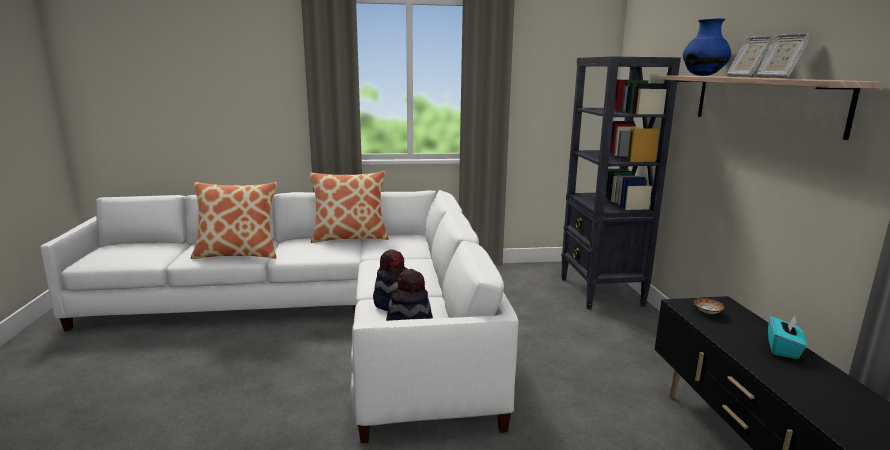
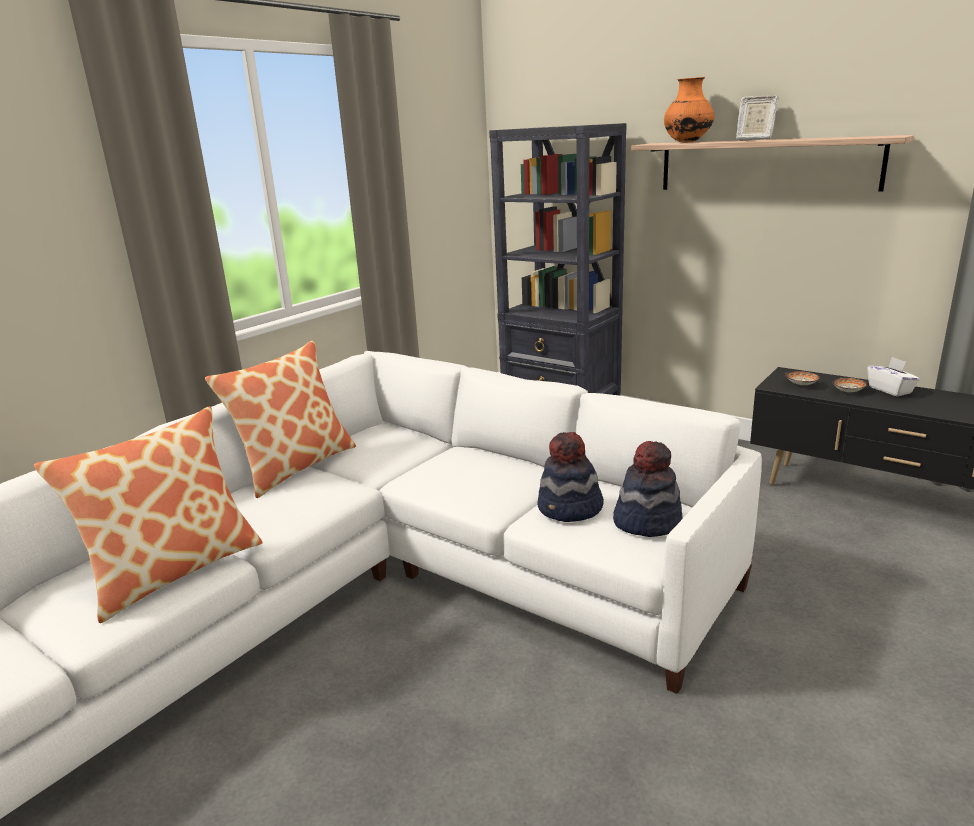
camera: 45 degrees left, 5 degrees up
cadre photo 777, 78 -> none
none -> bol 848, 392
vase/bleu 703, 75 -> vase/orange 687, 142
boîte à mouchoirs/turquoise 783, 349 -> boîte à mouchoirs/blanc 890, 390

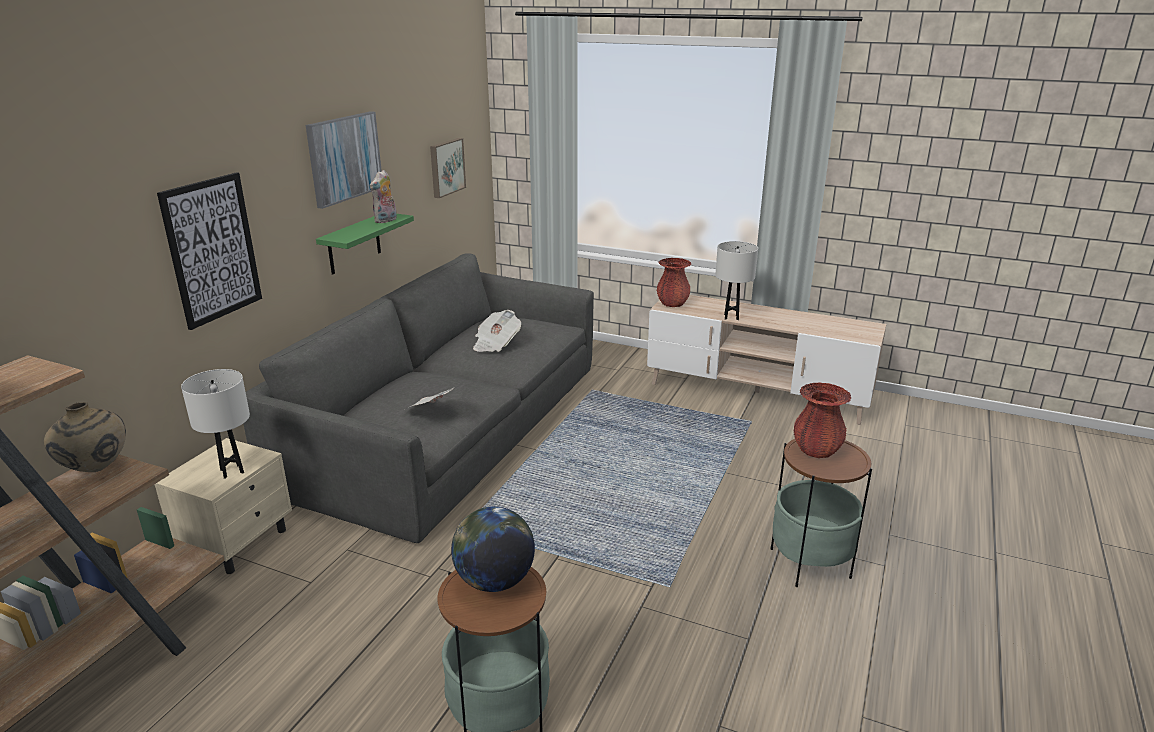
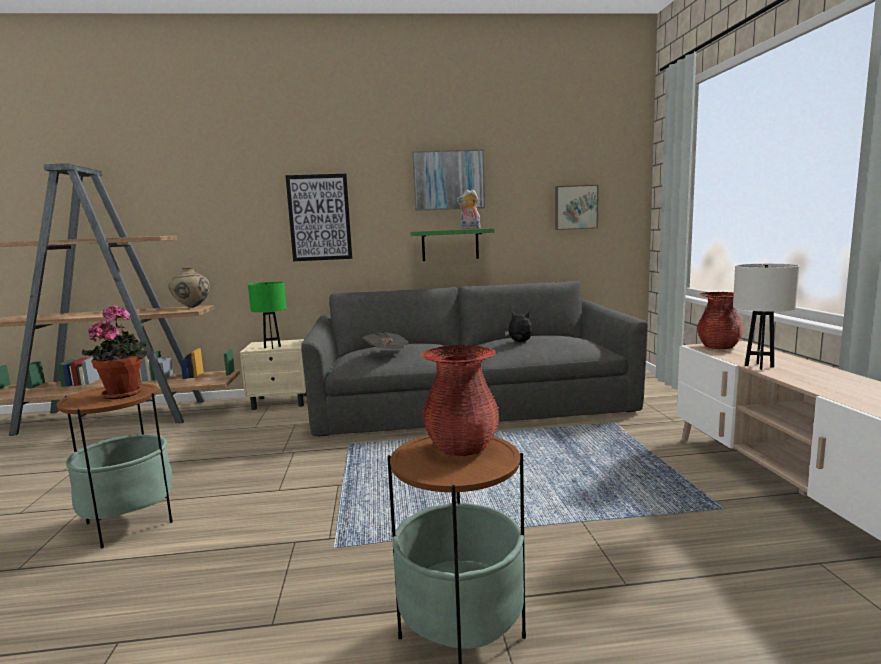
camera: 60 degrees right, 15 degrees down
globe 495, 581 -> plante en pot 124, 393
journal 496, 344 -> peluche 519, 342
lampe de table/blanc 231, 471 -> lampe de table/vert 272, 347

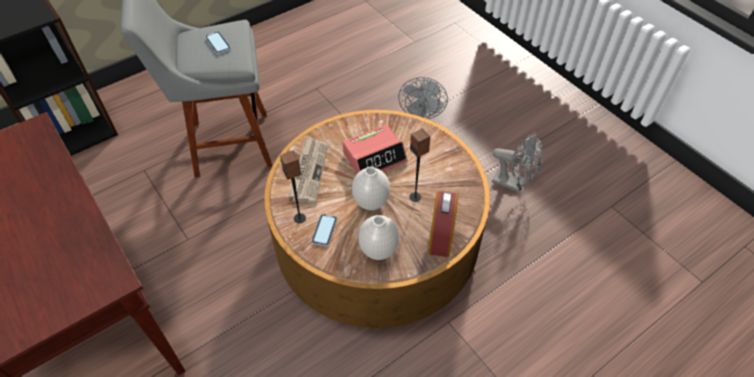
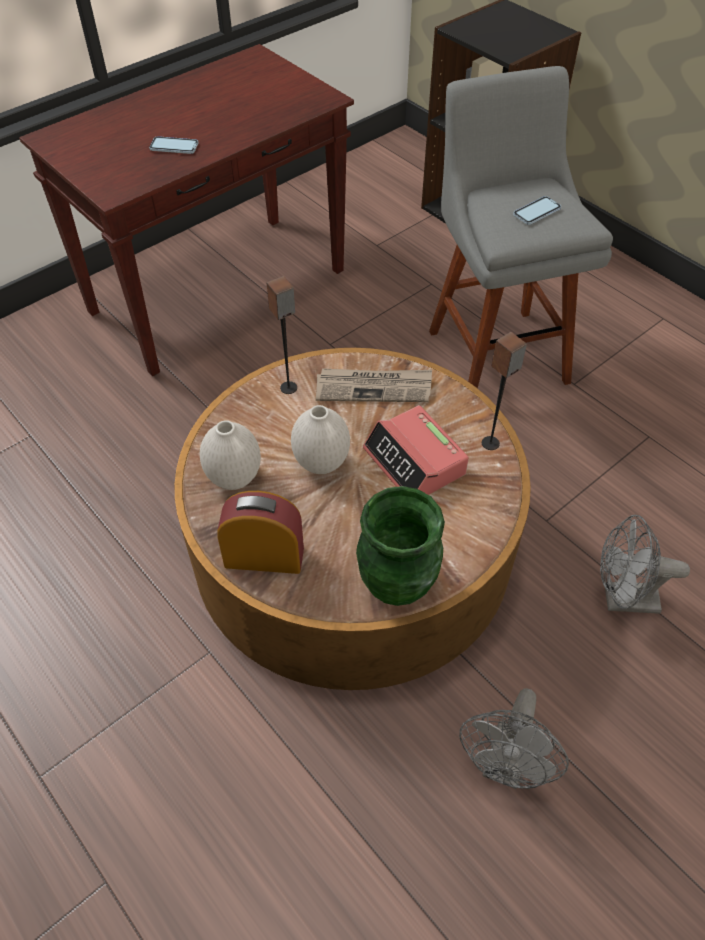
camera: 85 degrees right, 0 degrees up
none -> vase/vert 398, 584
téléphone 324, 230 -> téléphone 174, 147, moved
enceinte 415, 197 -> enceinte 490, 443, moved

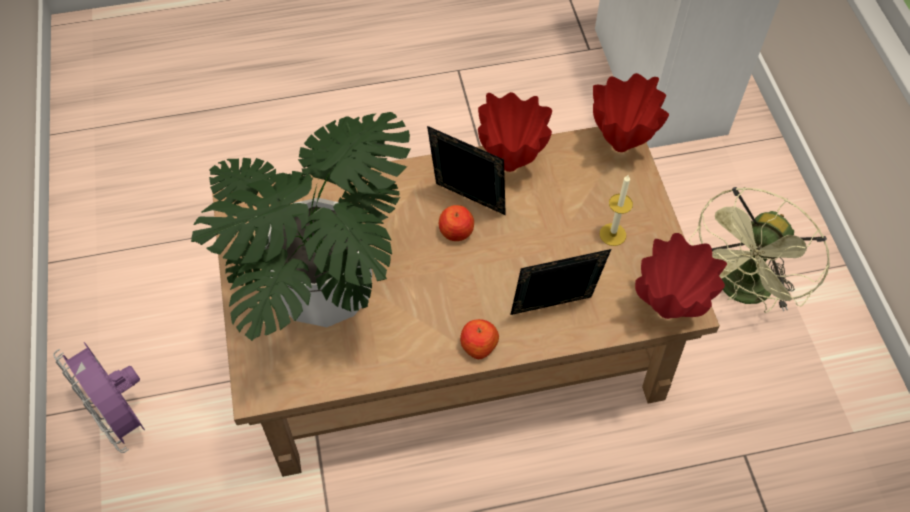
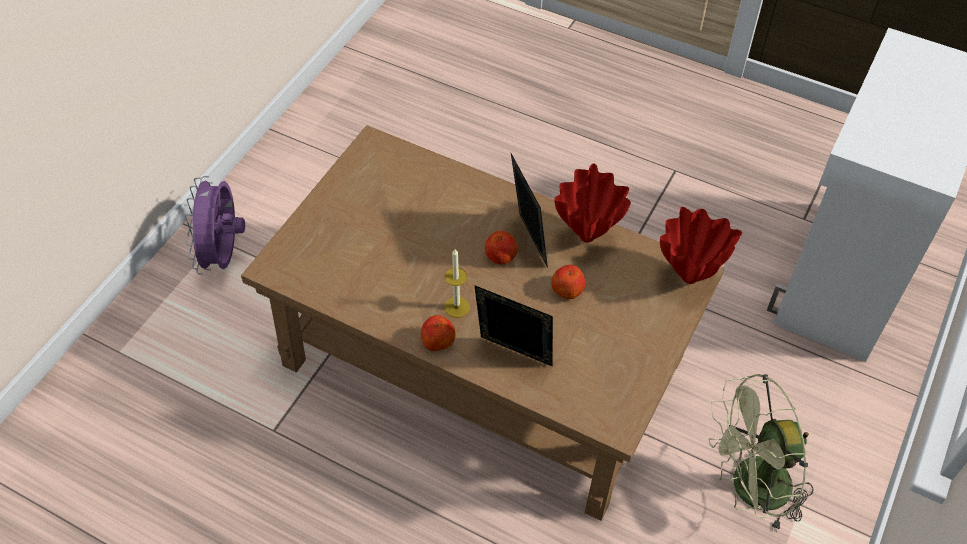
camera: 40 degrees right, 5 degrees down
plante en pot 323, 289 -> none
vase/rouge 668, 310 -> none
none -> pomme 567, 290
bougie 612, 234 -> bougie 457, 307, moved

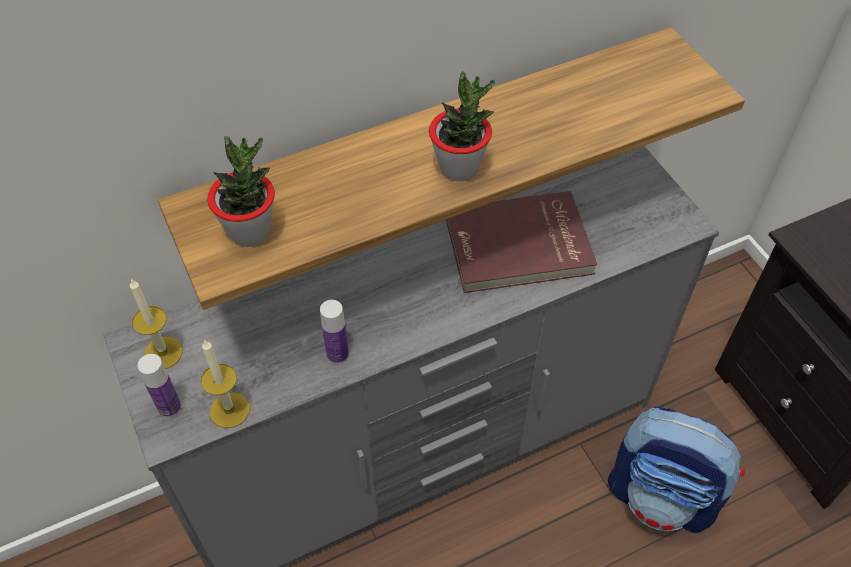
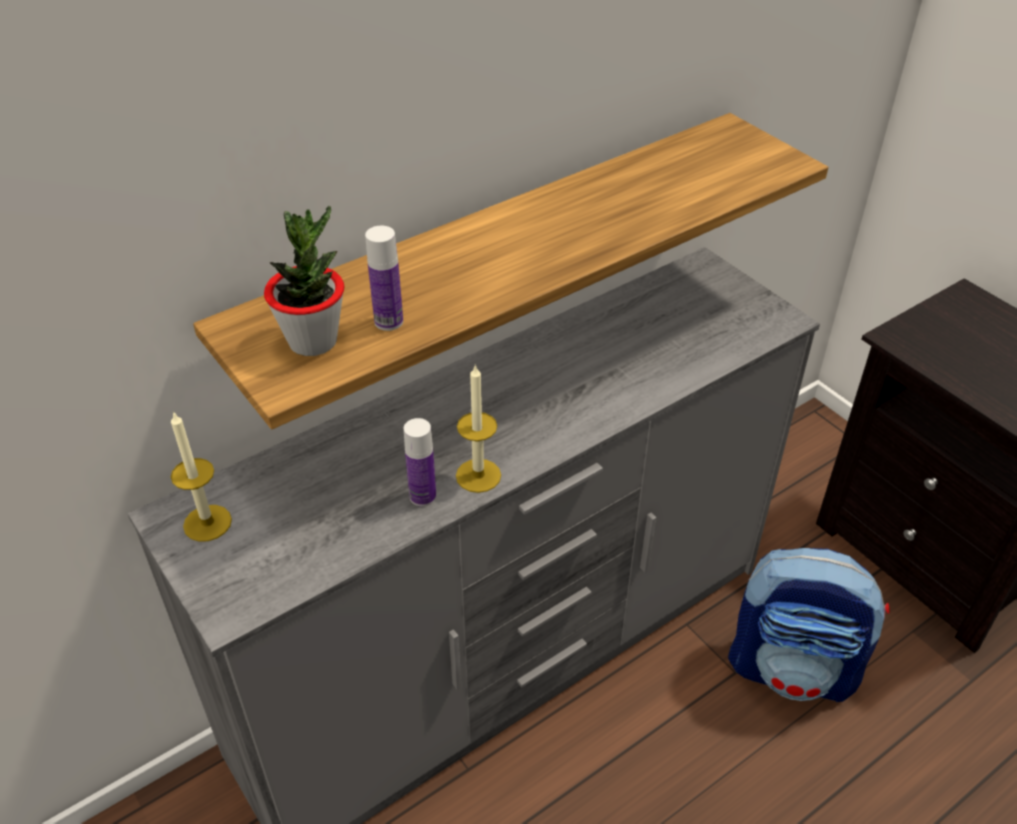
camera: 10 degrees left, 10 degrees down
plante en pot 459, 168 -> none
livre/rouge 518, 247 -> none
bouteille 169, 407 -> bouteille 388, 321, moved
bougie 229, 410 -> bougie 478, 475, moved

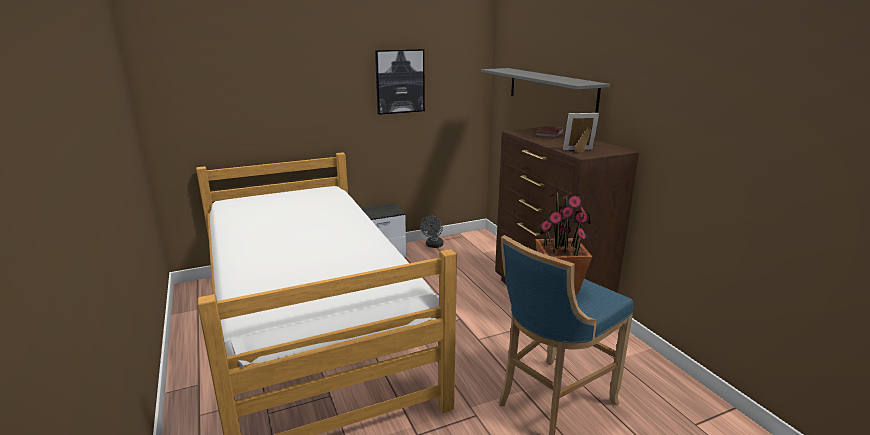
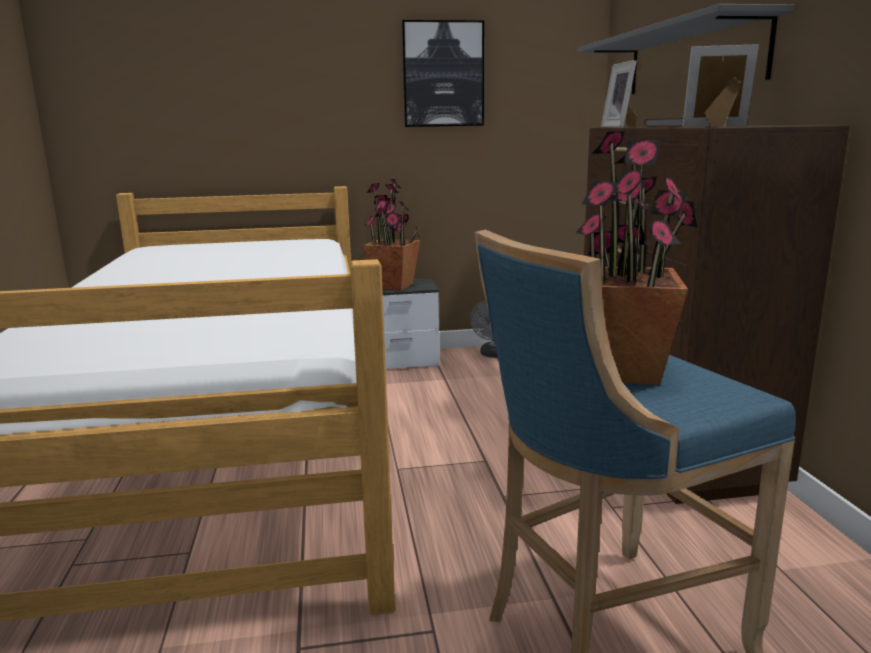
camera: 15 degrees right, 5 degrees down
none -> plante en pot 393, 286
none -> cadre photo 620, 127

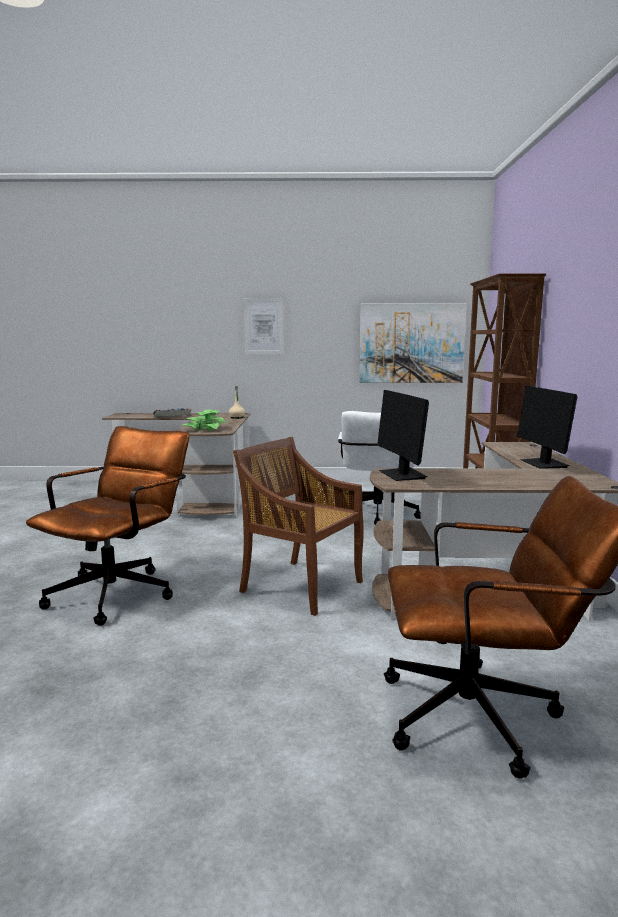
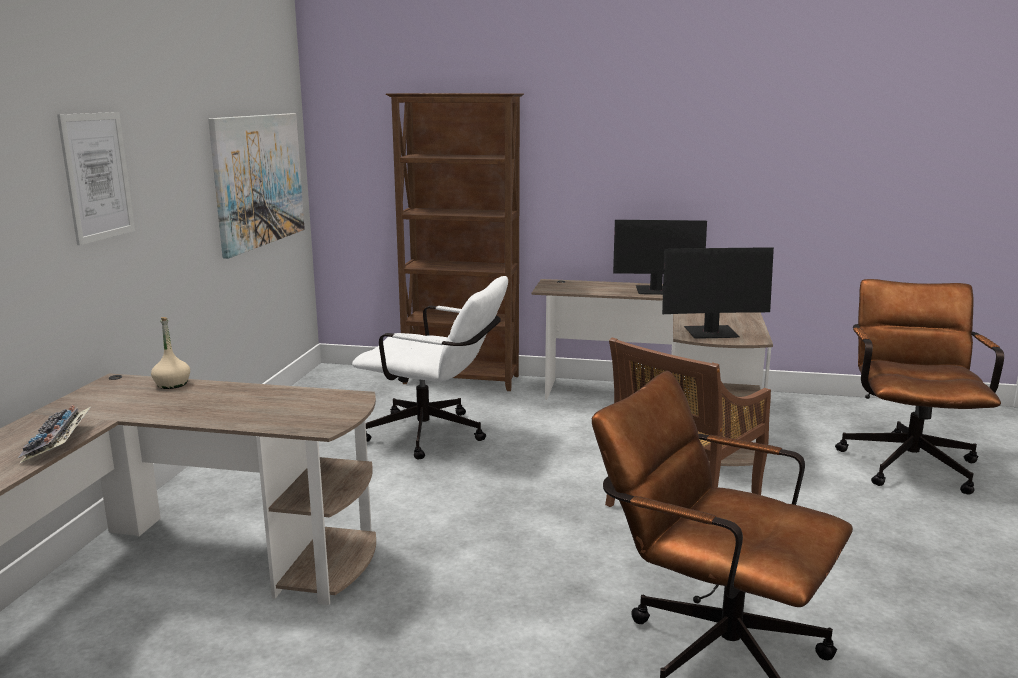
camera: 80 degrees left, 5 degrees up
plante en pot 205, 429 -> none

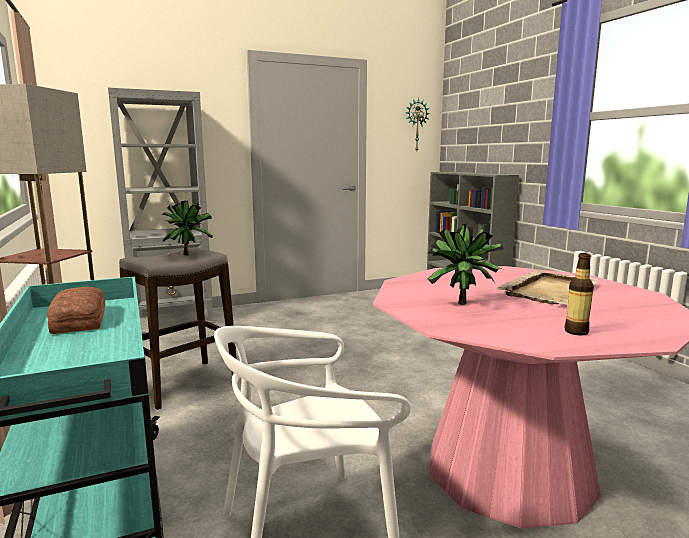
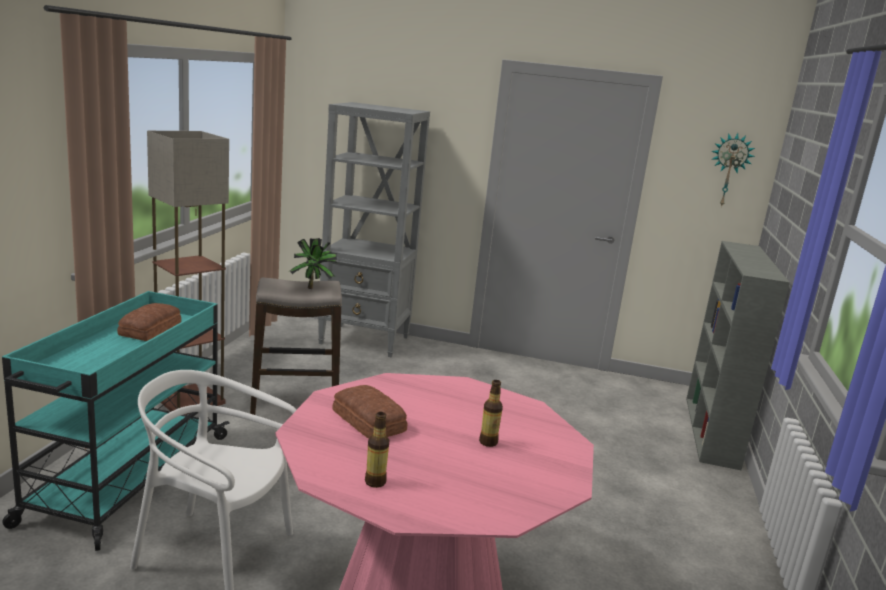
camera: 35 degrees right, 5 degrees up
plante en pot 462, 305 -> pain 368, 422
plateau/beige 549, 290 -> bouteille 488, 442

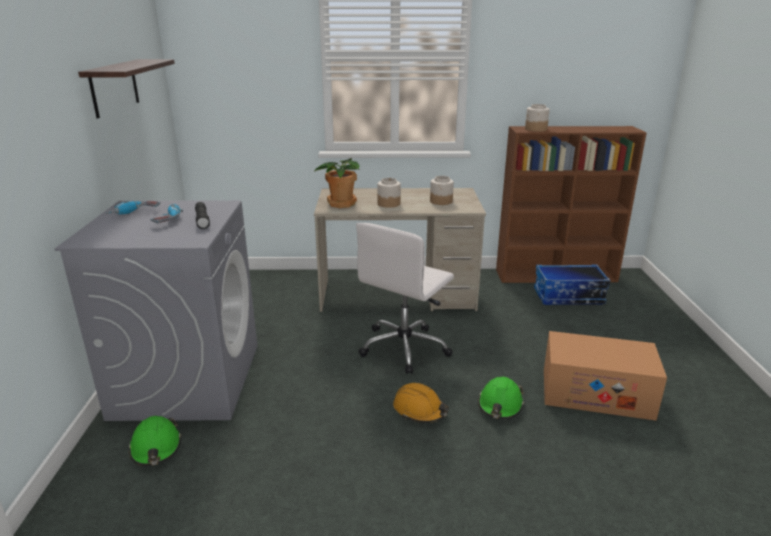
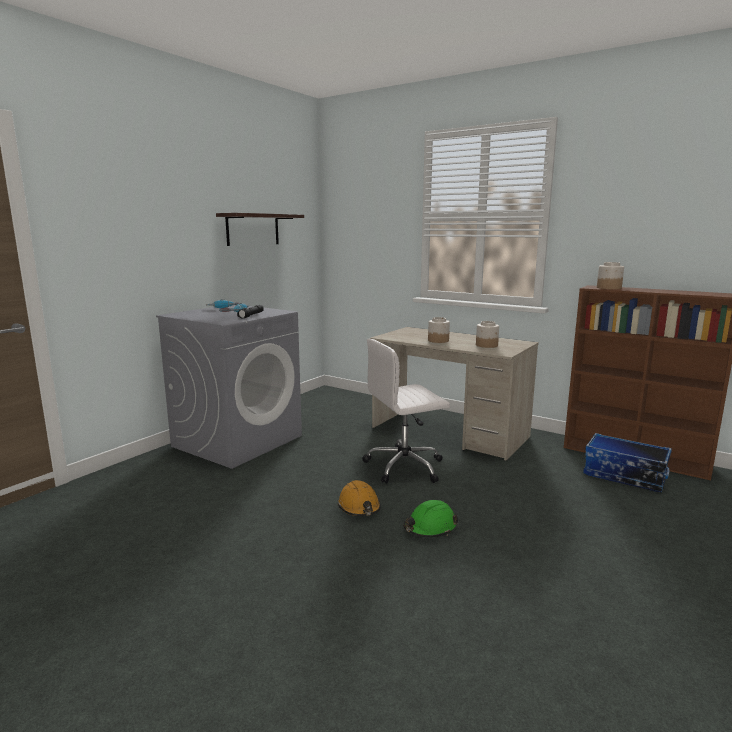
camera: 35 degrees right, 10 degrees down
casque de chantier/vert 156, 448 -> none
plante en pot 341, 203 -> none
carton 596, 393 -> none

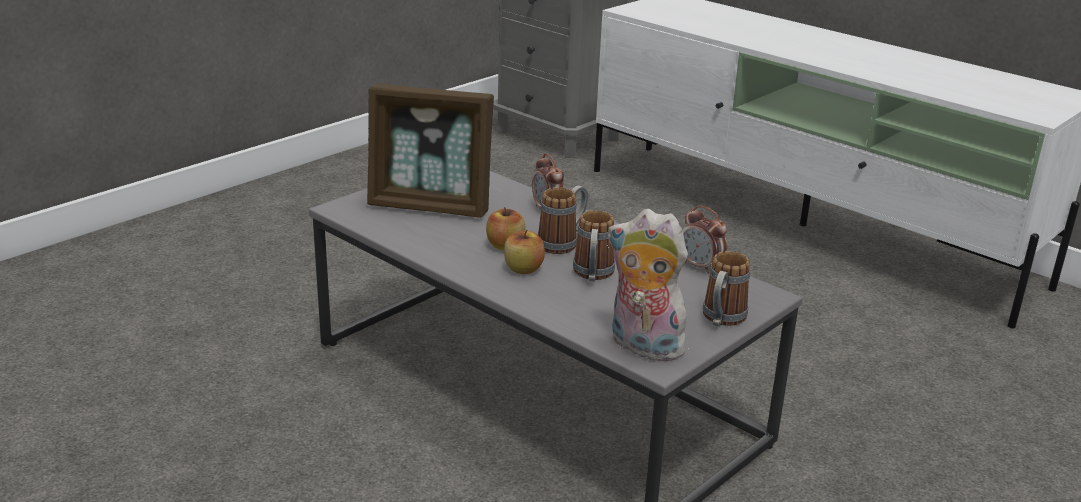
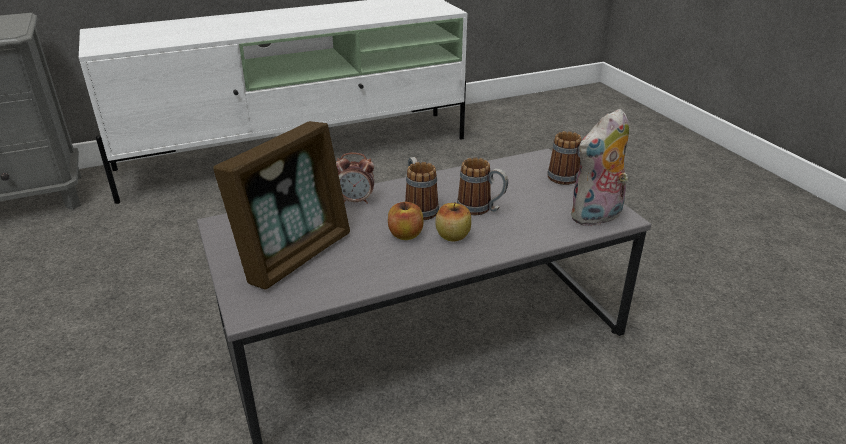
camera: 65 degrees left, 5 degrees up
réveil 700, 266 -> none

